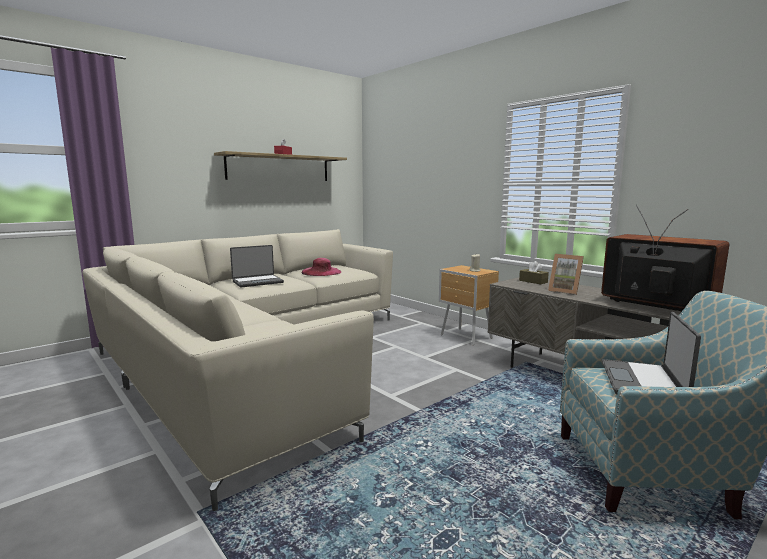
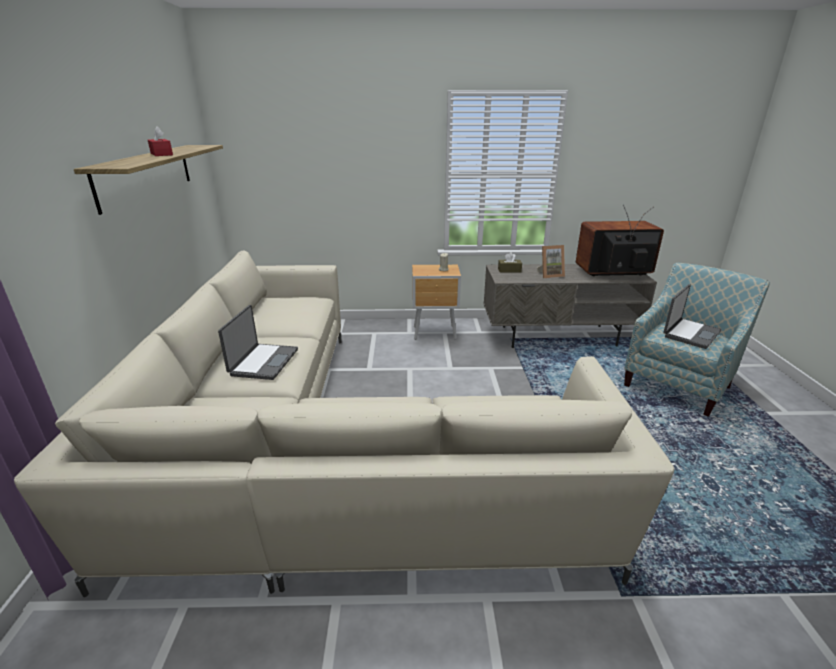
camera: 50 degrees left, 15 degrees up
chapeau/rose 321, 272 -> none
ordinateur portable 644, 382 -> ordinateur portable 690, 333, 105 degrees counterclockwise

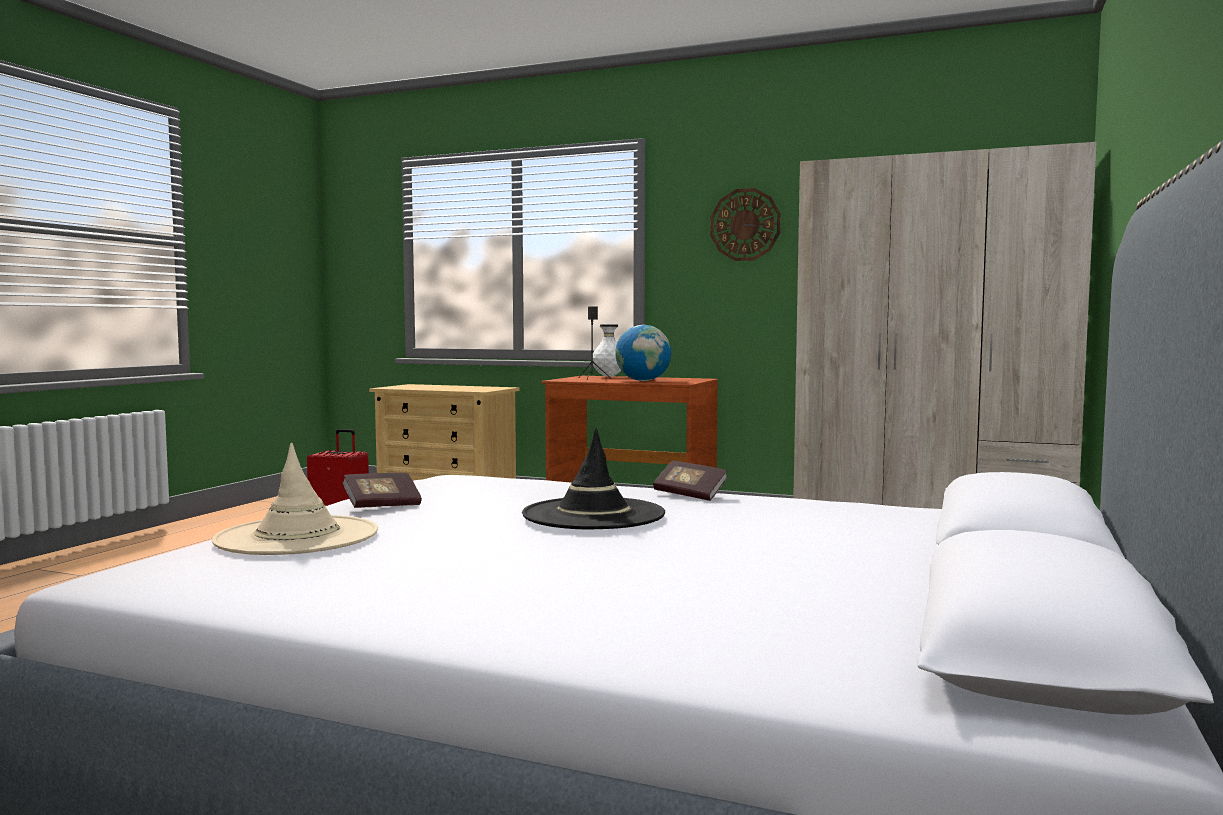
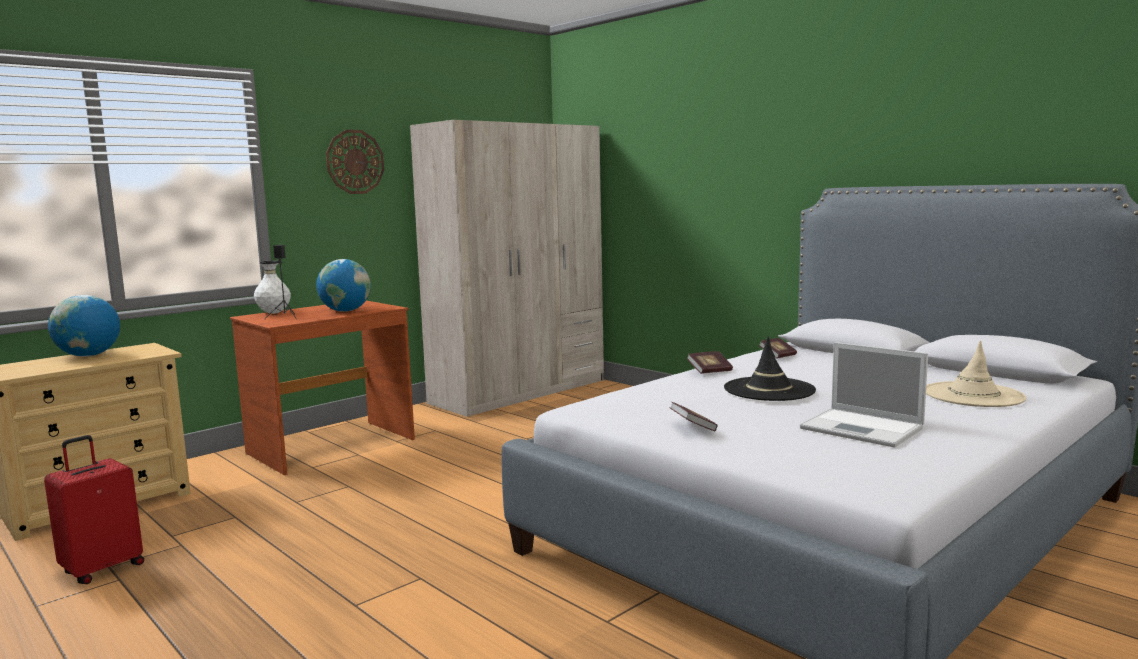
camera: 65 degrees left, 5 degrees up
none -> globe 88, 355
none -> livre 778, 356
none -> ordinateur portable 864, 428
chapeau/beige 297, 536 -> chapeau/beige 973, 395, moved

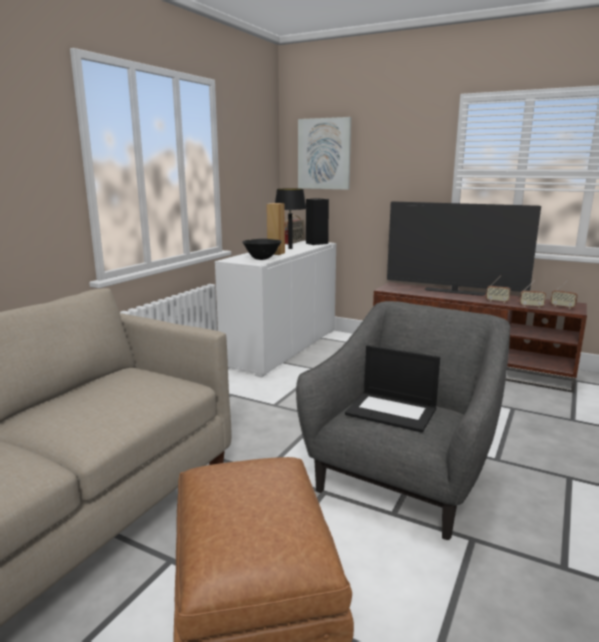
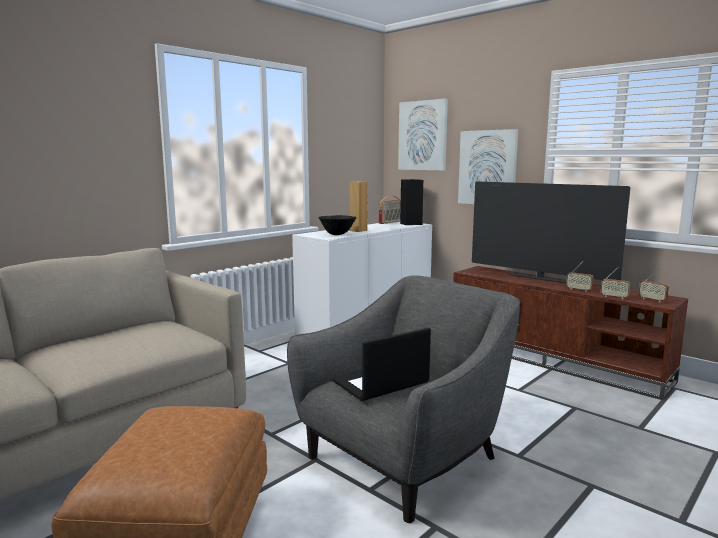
camera: 15 degrees right, 5 degrees down
lampe de table/noir 290, 248 -> none
none -> tableau 487, 168
ordinateur portable 392, 411 -> ordinateur portable 380, 383, 105 degrees clockwise

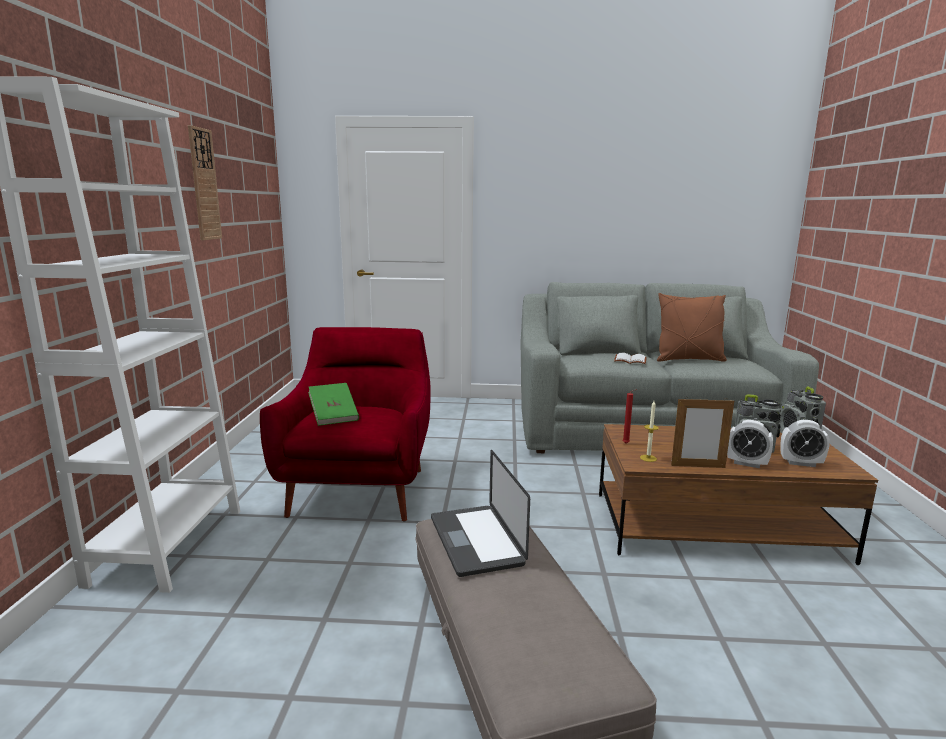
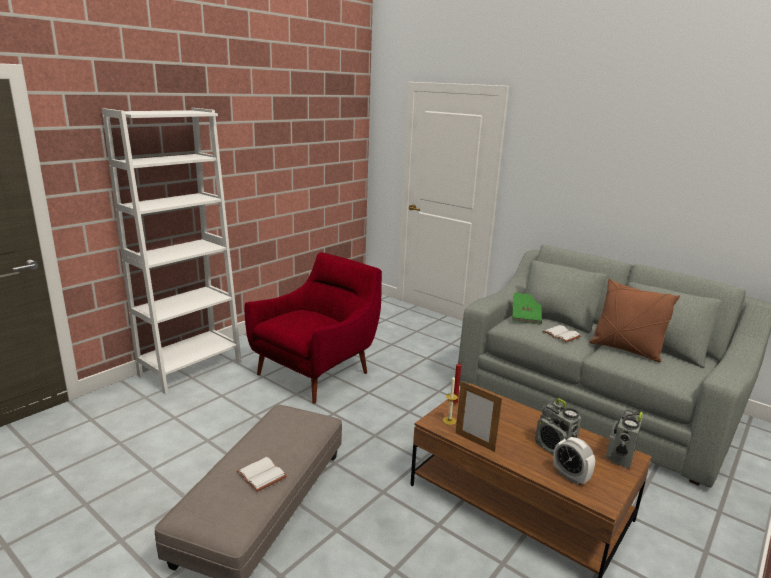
camera: 35 degrees right, 5 degrees up
horloge murale 204, 184 -> none
ordinateur portable 476, 541 -> none
réveil 746, 463 -> none
none -> livre/blanc 263, 475
livre/vert 334, 416 -> livre/vert 526, 317, moved

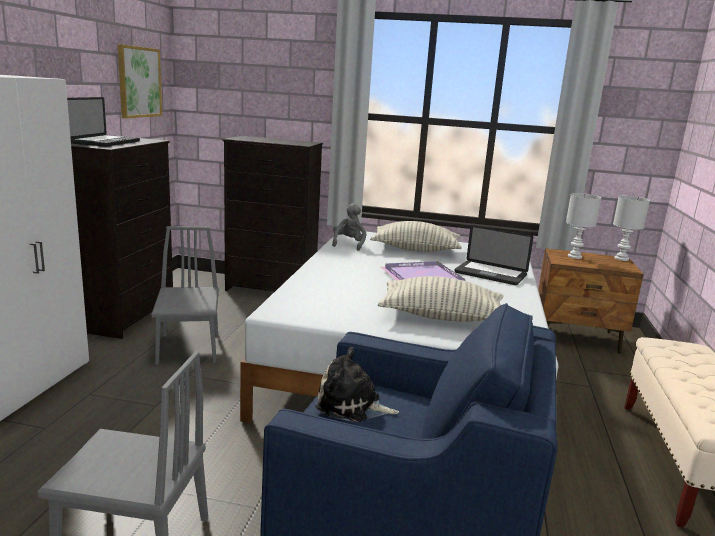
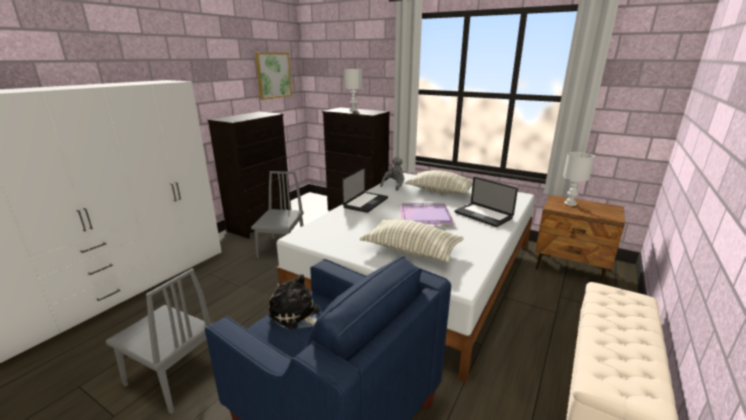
camera: 20 degrees right, 5 degrees up
ordinateur portable 106, 142 -> ordinateur portable 366, 203, moved
lampe de table/blanc 622, 259 -> lampe de table/blanc 354, 110, moved

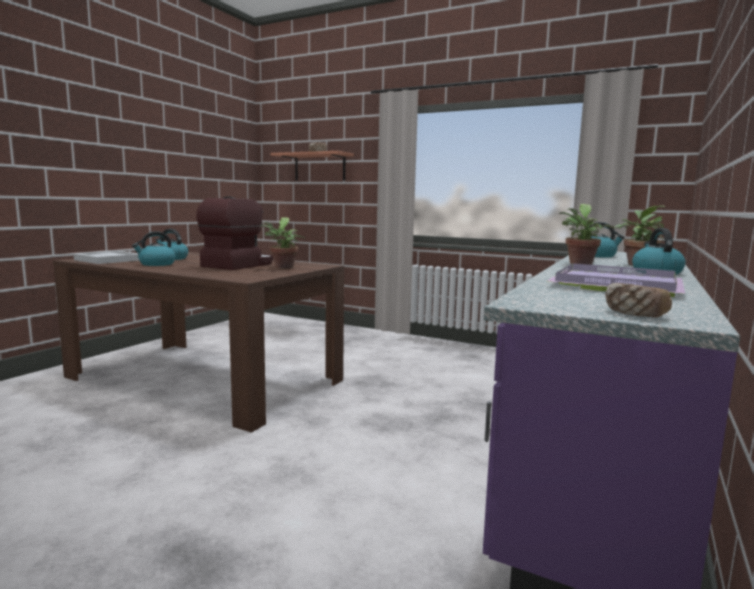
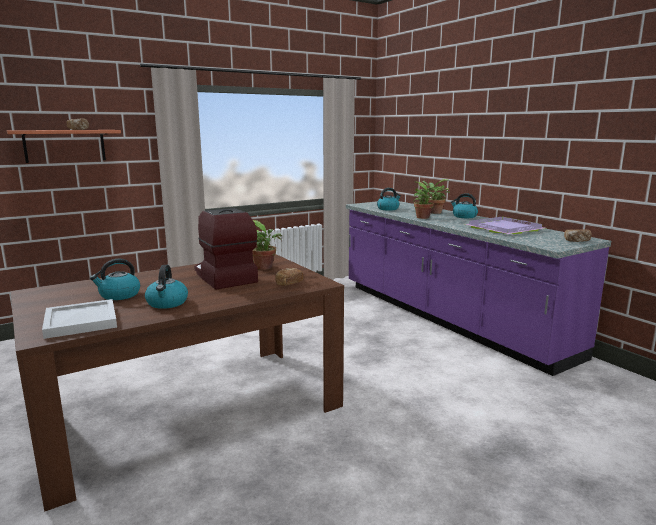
camera: 60 degrees left, 5 degrees up
none -> pain 288, 283

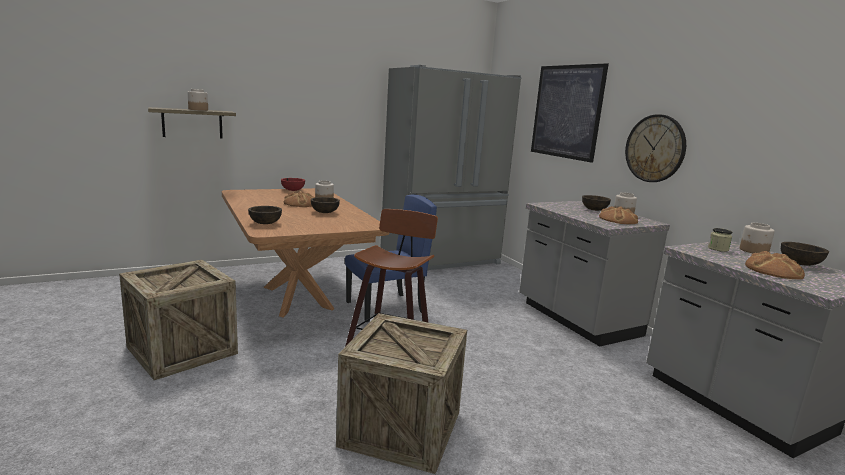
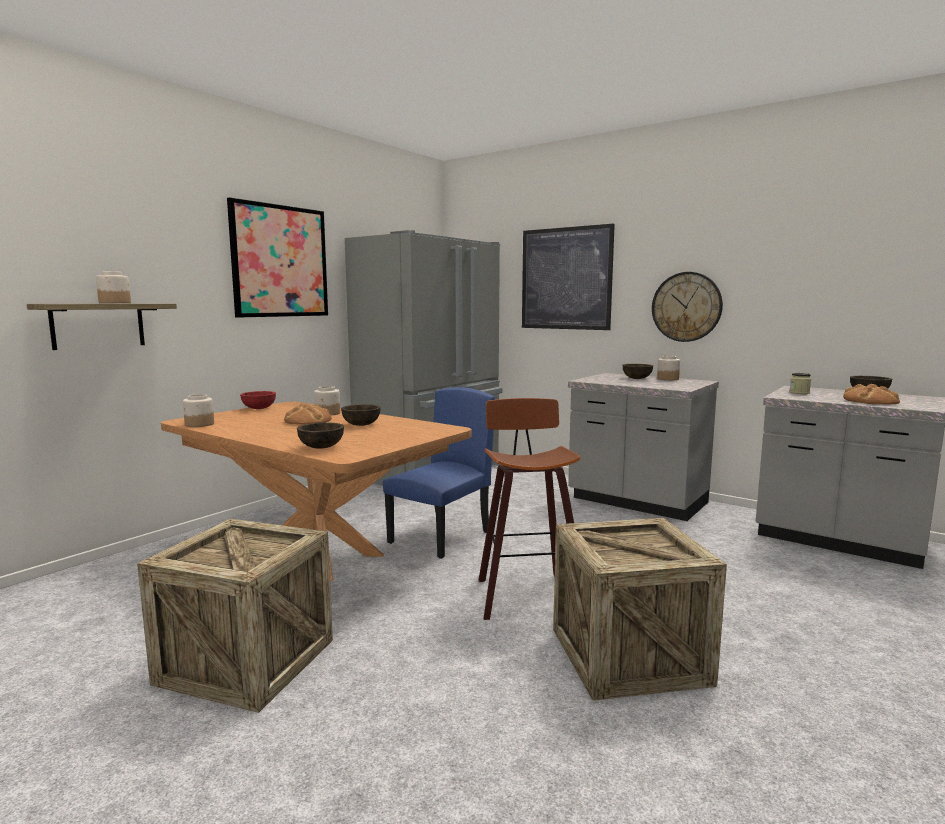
camera: 25 degrees left, 5 degrees down
pain 618, 220 -> none
none -> tableau 280, 261
bocal 753, 251 -> bocal 199, 424, moved

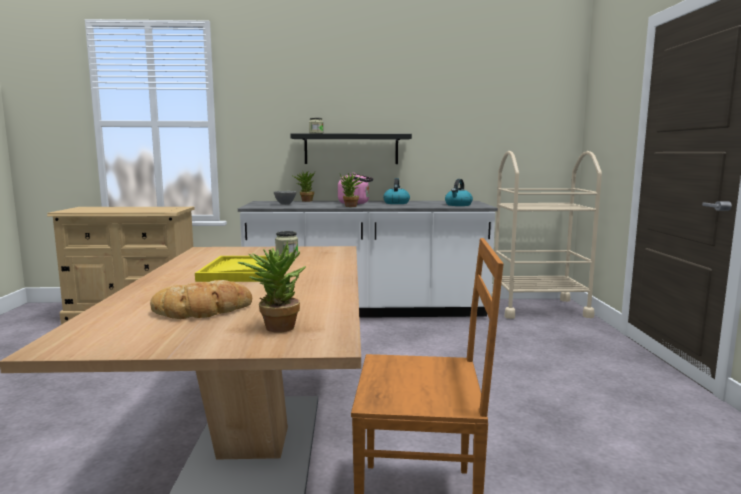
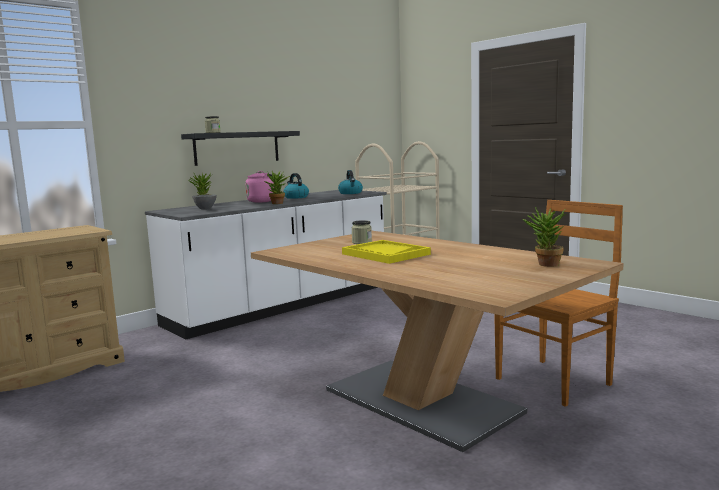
camera: 40 degrees left, 0 degrees up
pain 203, 310 -> none

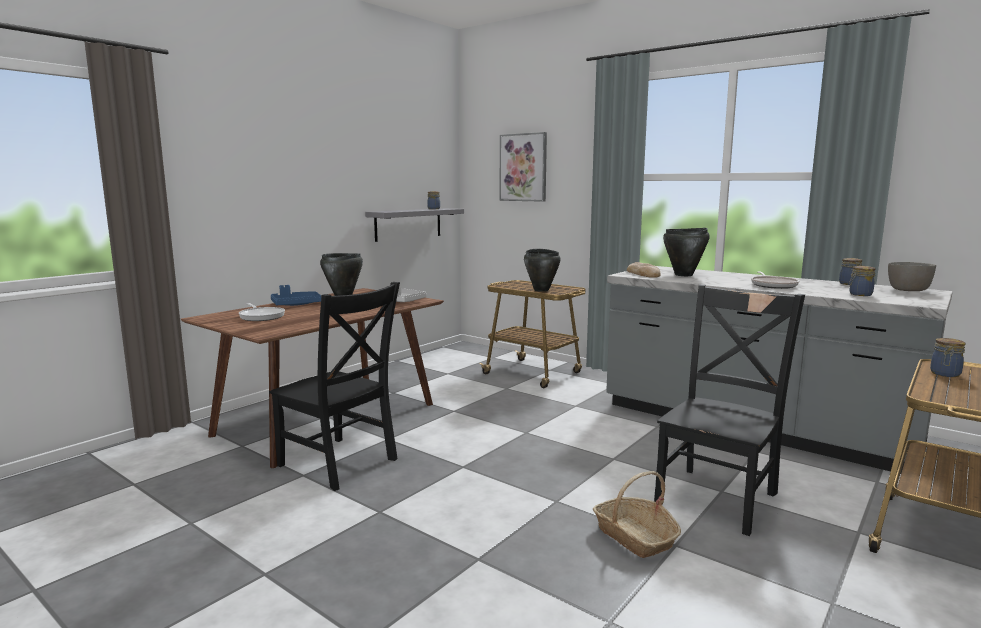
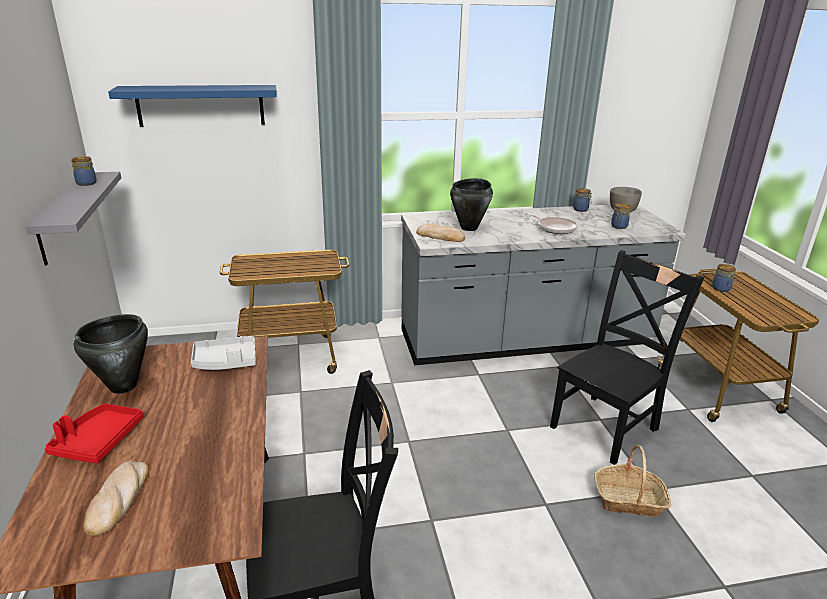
camera: 50 degrees left, 15 degrees up
marmite/noir 541, 290 -> none
poêle 261, 316 -> pain 118, 500
tableau 523, 167 -> étagère/bleu 200, 105
plateau/bleu 296, 305 -> plateau/rouge 98, 441
chaise/noir 718, 497 -> chaise/noir 606, 426, 60 degrees clockwise

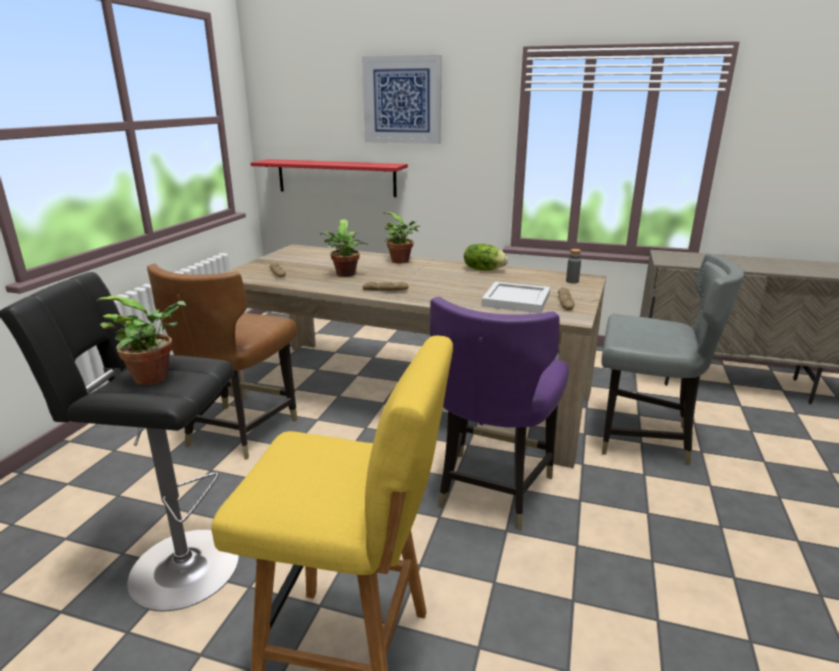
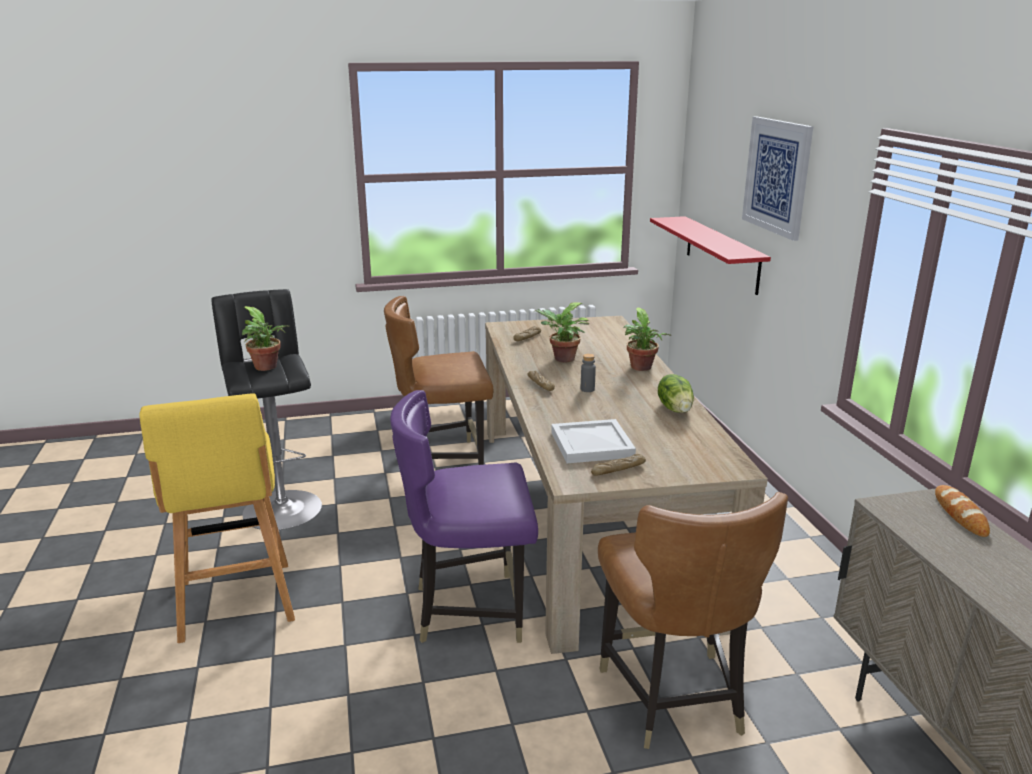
camera: 60 degrees right, 0 degrees up
none -> pain 960, 514
bouteille/gris 572, 281 -> bouteille/gris 587, 389, moved
chaise/gris 643, 437 -> chaise/marron 673, 698

